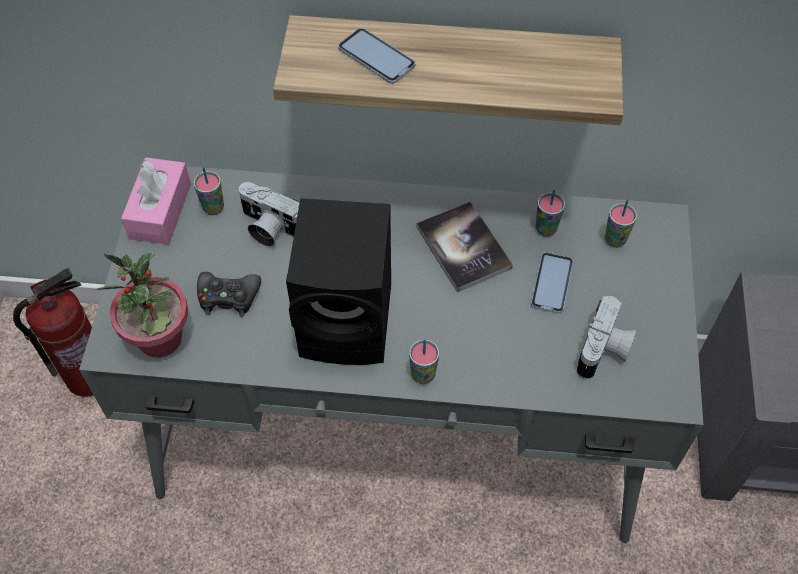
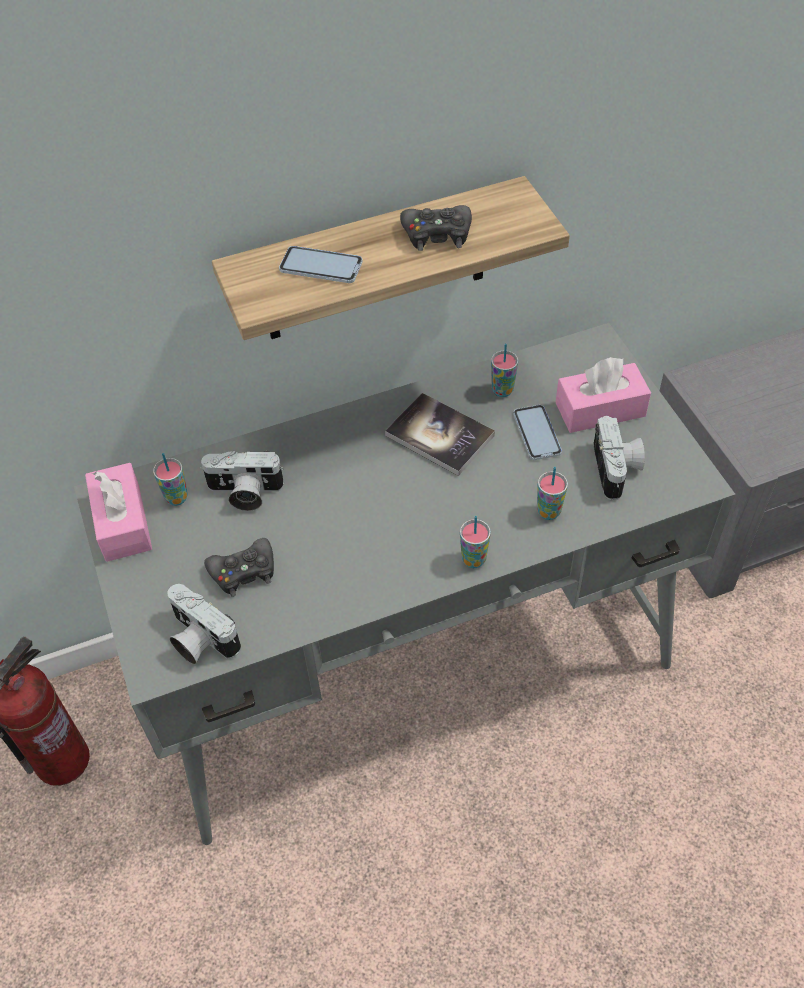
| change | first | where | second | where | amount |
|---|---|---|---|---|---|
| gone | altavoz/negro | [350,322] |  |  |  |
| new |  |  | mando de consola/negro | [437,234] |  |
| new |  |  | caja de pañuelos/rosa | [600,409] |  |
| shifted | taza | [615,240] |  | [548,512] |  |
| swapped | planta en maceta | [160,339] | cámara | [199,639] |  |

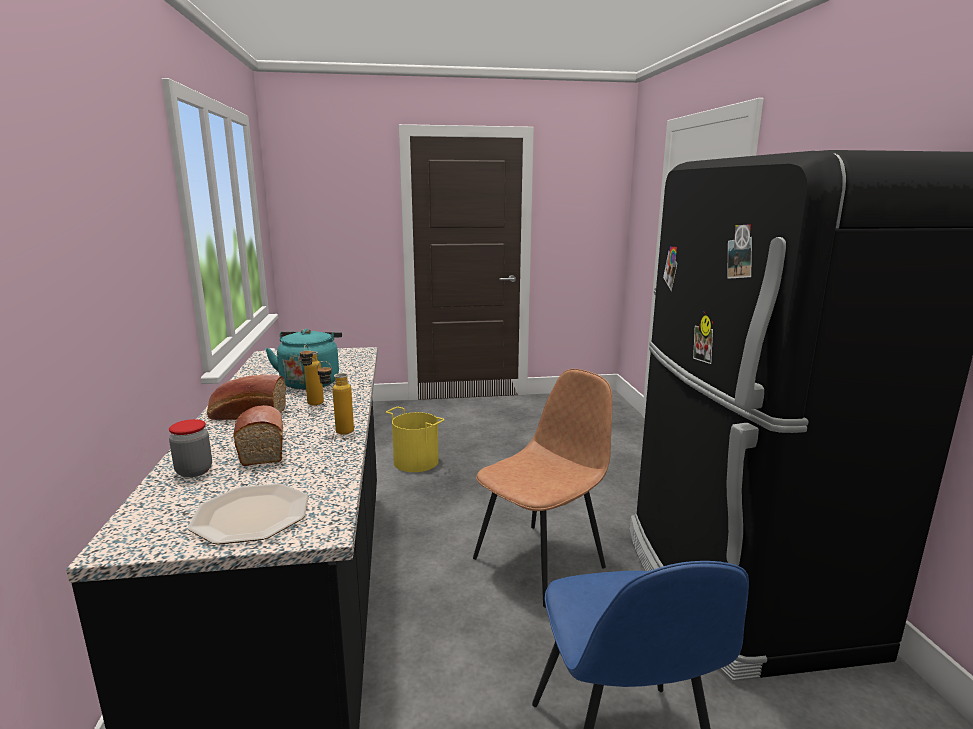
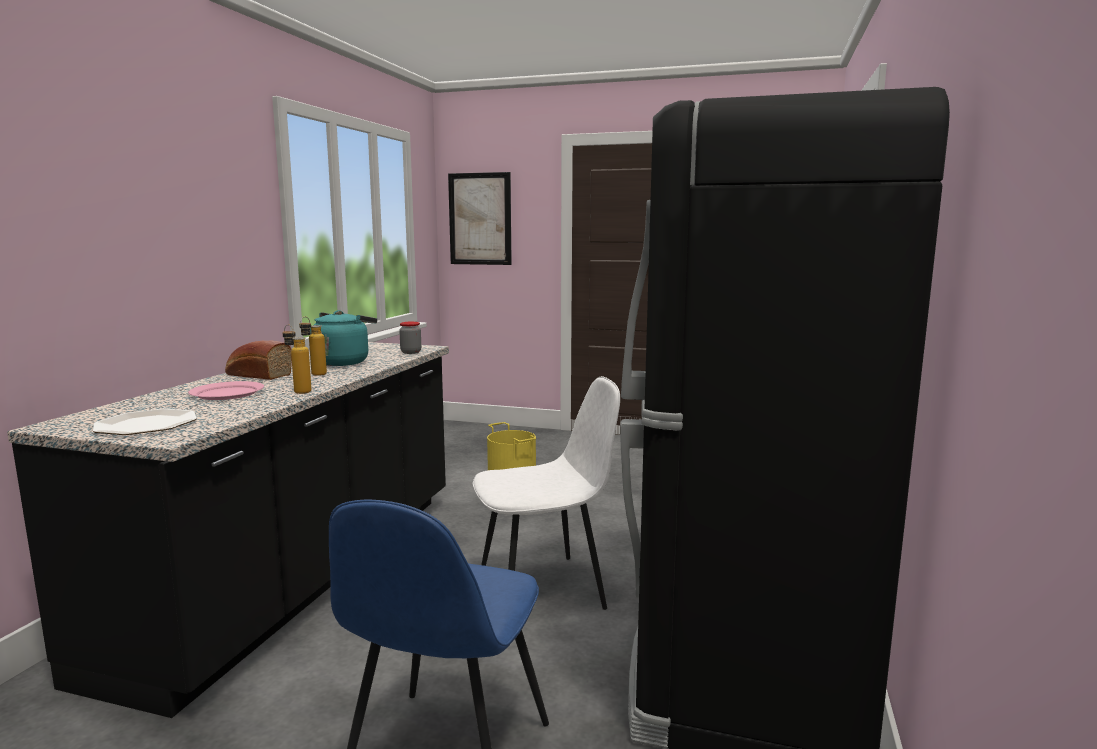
| change | first | where | second | where | amount |
|---|---|---|---|---|---|
| new |  |  | cuadro | [480,219] |  |
| shifted | tarro | [194,471] |  | [411,352] |  |
| swapped | pan | [263,447] | plato/rosa | [228,393] |  |
| repainted | silla/marrón | [541,561] | silla/blanco | [544,588] |  |

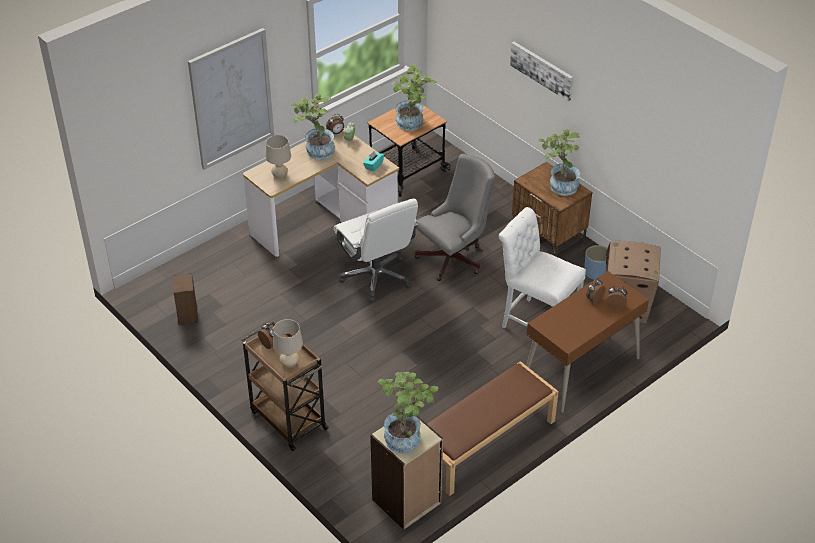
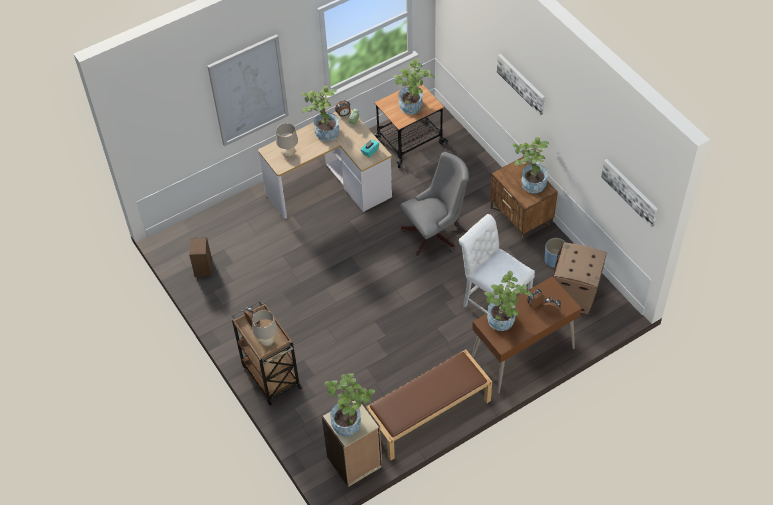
| change | first | where | second | where | amount |
|---|---|---|---|---|---|
| gone | silla de oficina/blanco | [376,277] |  |  |  |
| new |  |  | planta en maceta | [503,323] |  |
| new |  |  | cuadro | [630,191] |  |

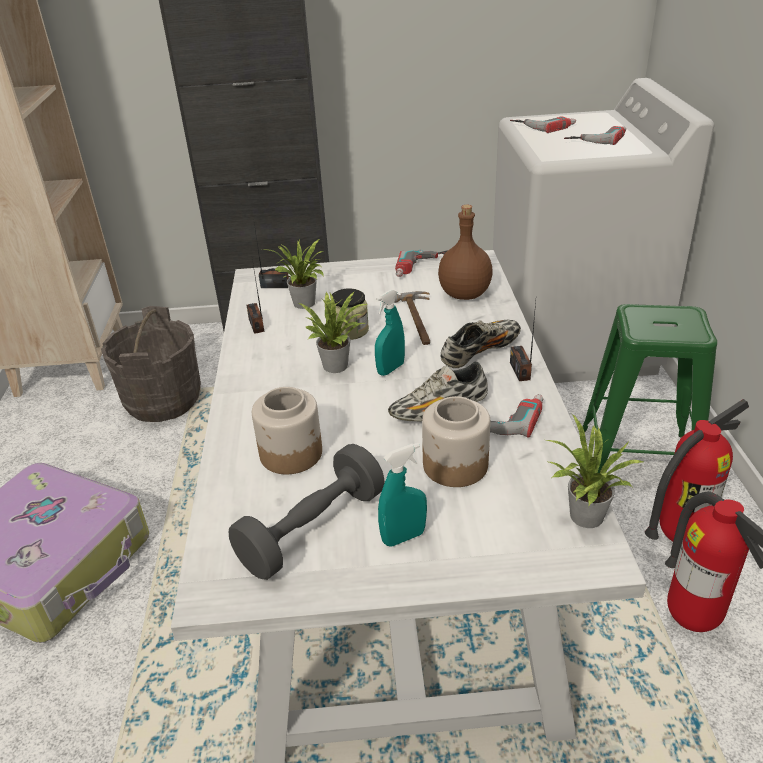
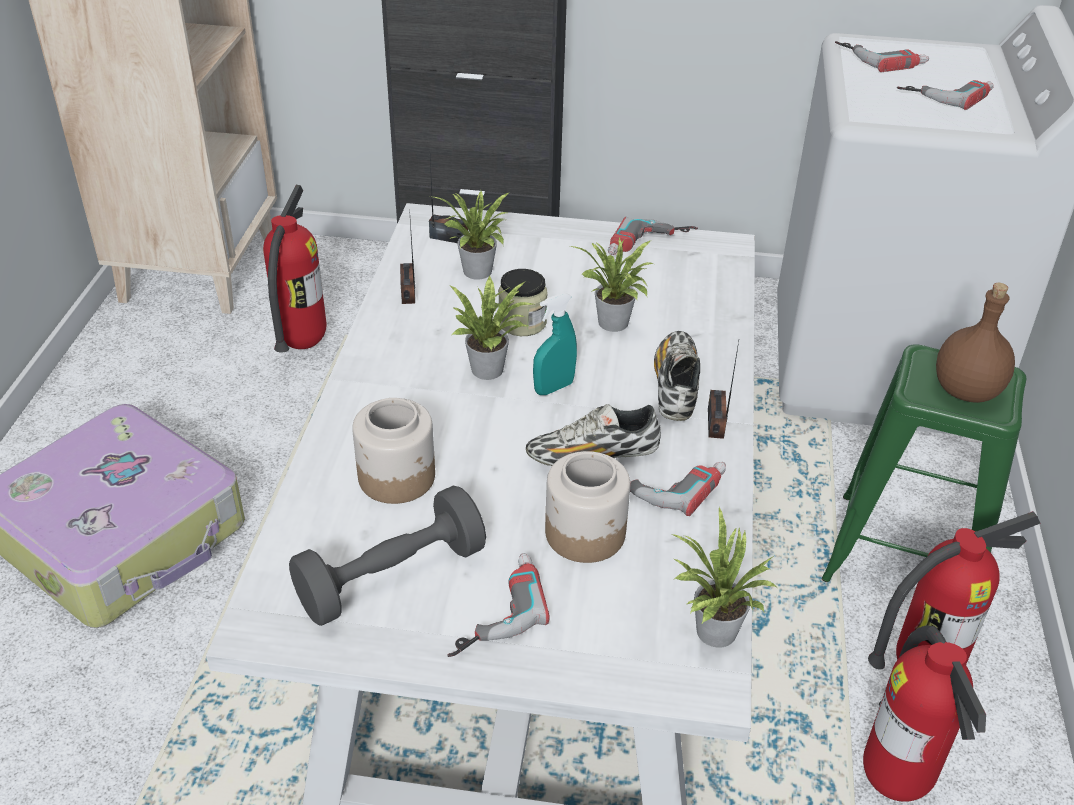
| change | first | where | second | where | amount |
|---|---|---|---|---|---|
| shifted | botella/marrón | [465,294] |  | [967,390] |  |
| swapped | cubo/gris | [163,400] | extintor | [302,343] |  |
| swapped | pulverizador/turquesa | [403,537] | taladro | [491,609] |  |
| swapped | martillo | [418,321] | planta en maceta | [613,325] |  |
| rotated | zapato | [480,352] |  | [675,386] | 60 degrees counterclockwise |

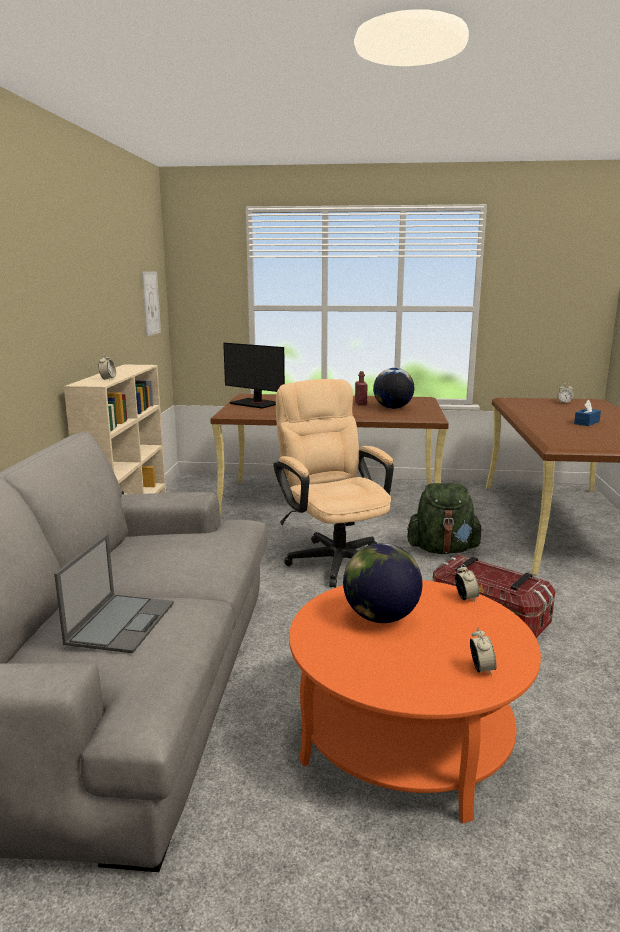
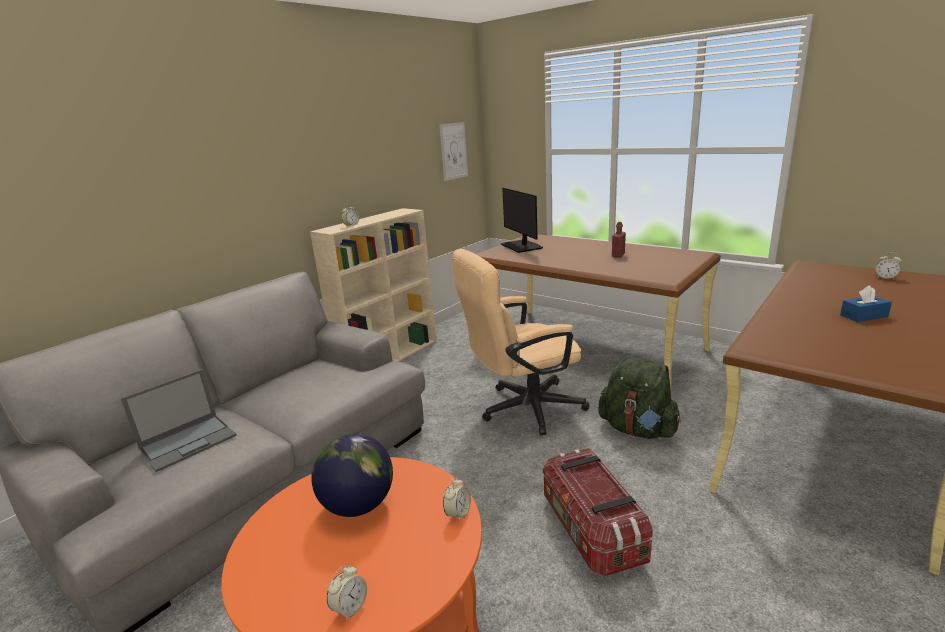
| change | first | where | second | where | amount |
|---|---|---|---|---|---|
| gone | globo terráqueo | [392,408] |  |  |  |
| rotated | silla de oficina/beis | [333,557] |  | [523,409] | 120 degrees counterclockwise |

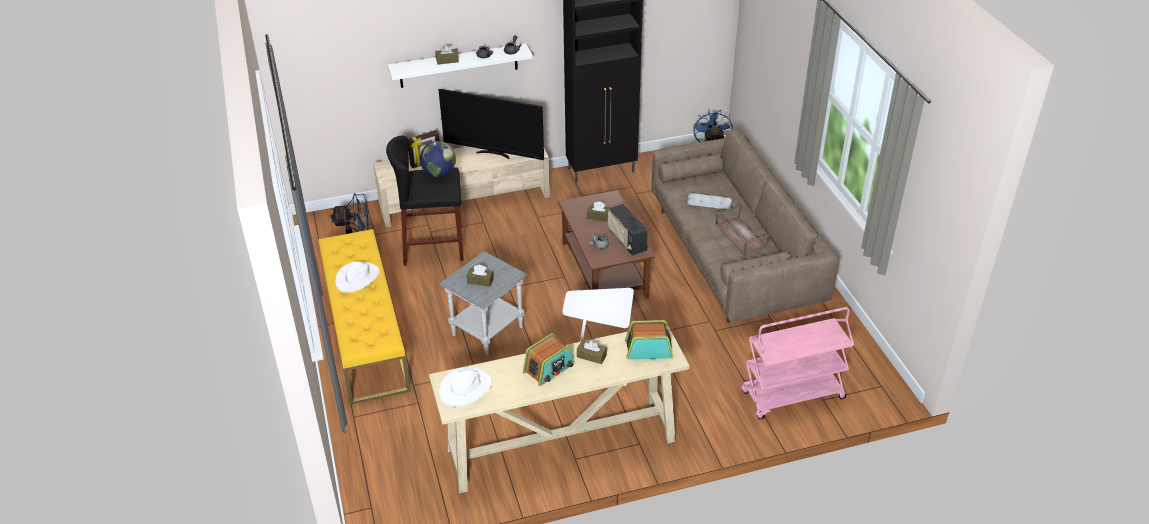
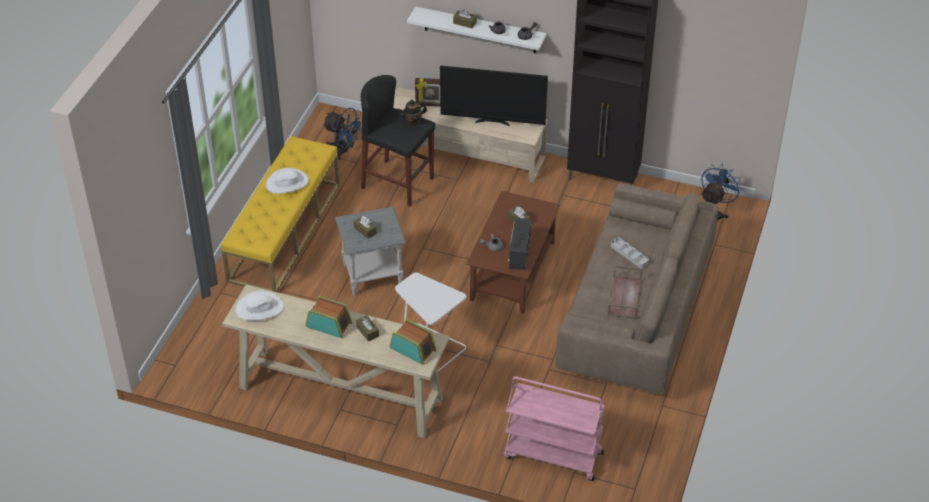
| change | first | where | second | where | amount |
|---|---|---|---|---|---|
| swapped | globo terráqueo | [439,173] | tetera | [412,121] |  |
| rotated | televisor | [494,154] |  | [493,122] | 45 degrees counterclockwise |
| rotated | radio | [549,368] |  | [329,324] | 150 degrees counterclockwise |

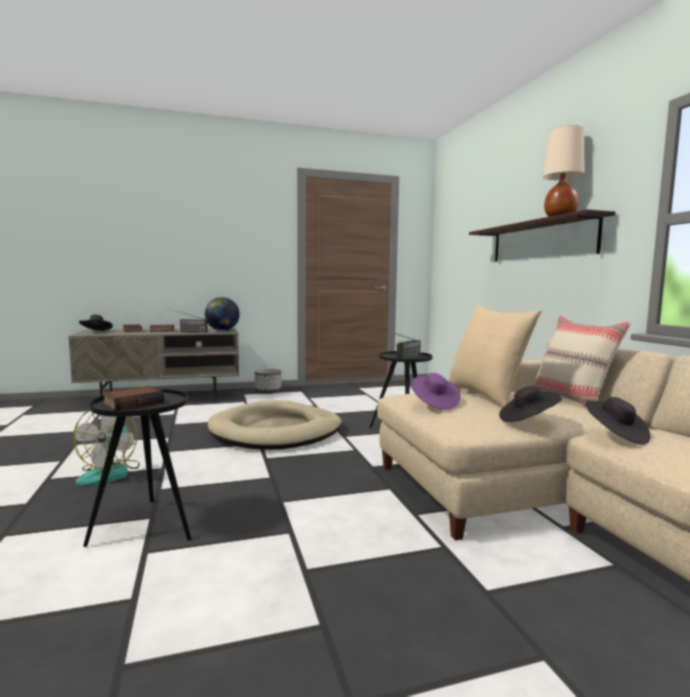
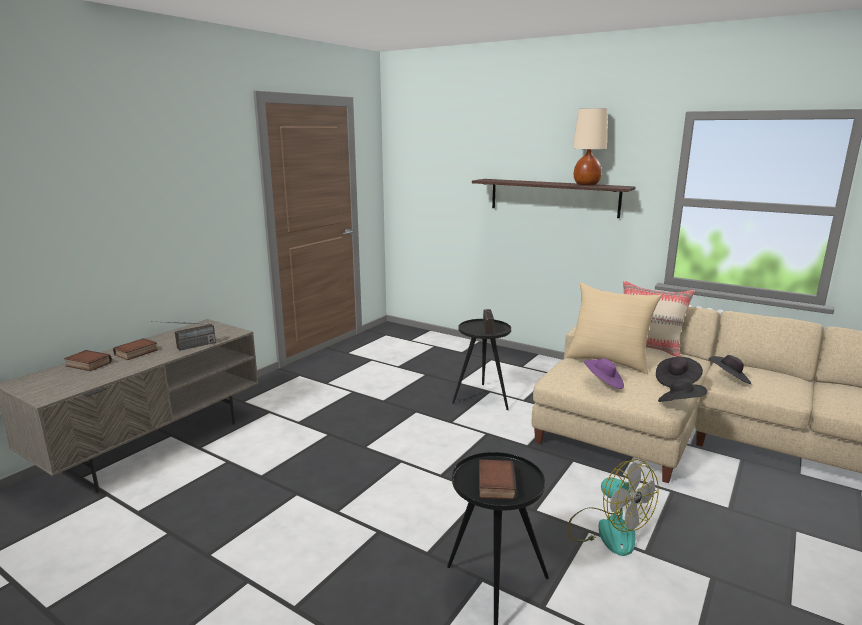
| change | first | where | second | where | amount |
|---|---|---|---|---|---|
| gone | globo terráqueo | [222,330] |  |  |  |
| gone | cama para perro/beis | [276,431] |  |  |  |
| gone | maceta | [268,391] |  |  |  |
| shifted | ventilador | [110,473] |  | [607,530] |  |
| shifted | sombrero/negro | [96,332] |  | [679,404] |  |

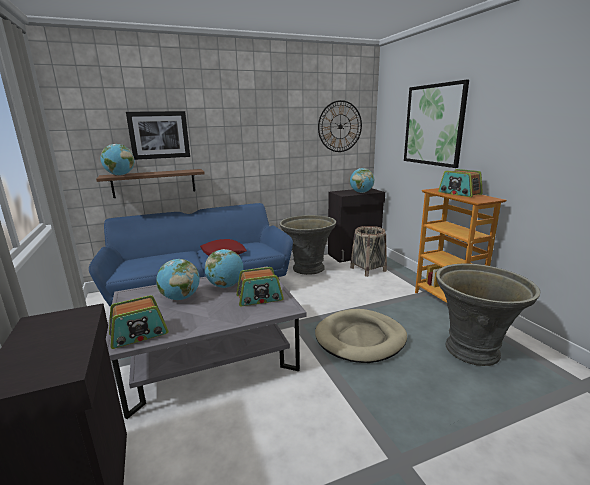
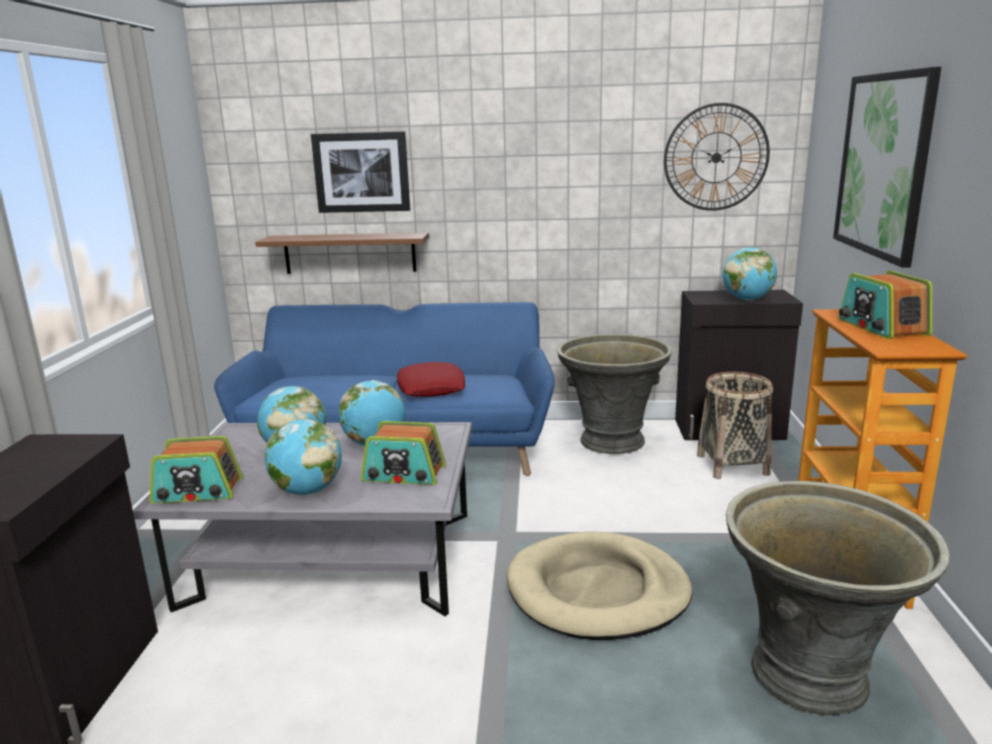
| change | first | where | second | where | amount |
|---|---|---|---|---|---|
| shifted | globo terráqueo | [120,175] |  | [307,491] |  |

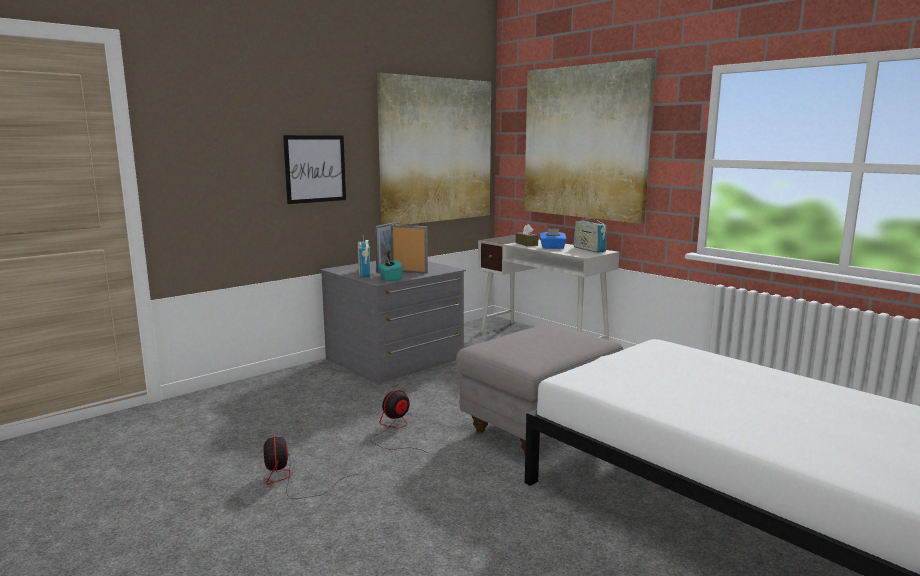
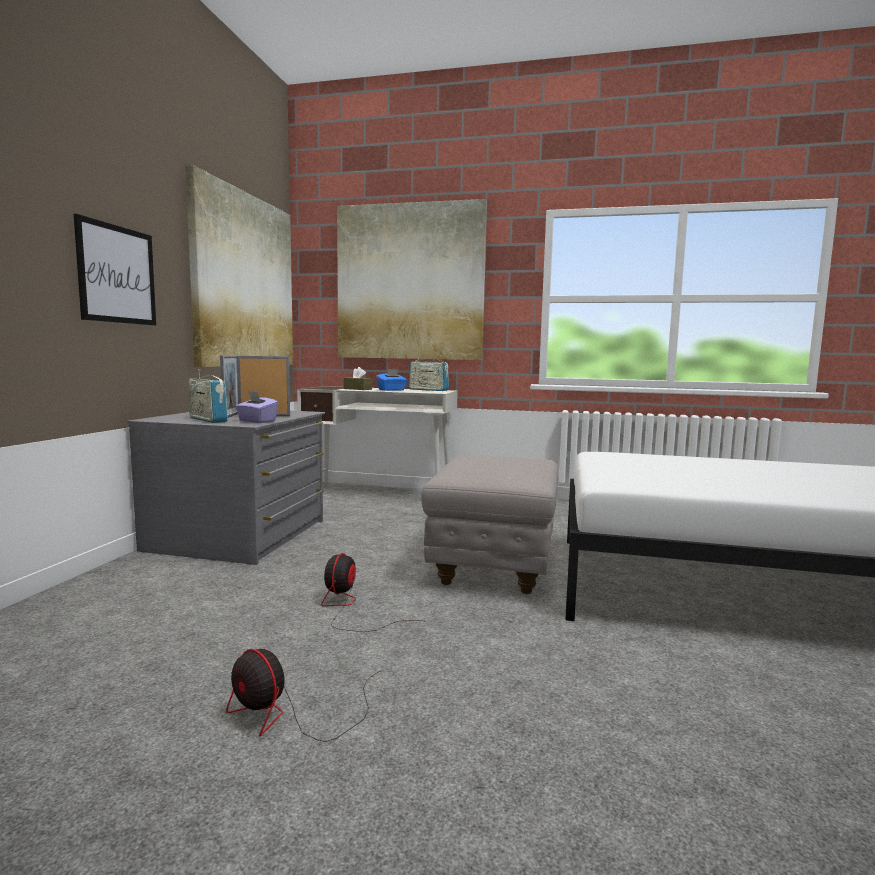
| change | first | where | second | where | amount |
|---|---|---|---|---|---|
| repainted | caja de pañuelos/turquesa | [390,278] | caja de pañuelos/morado | [256,421] |  |

